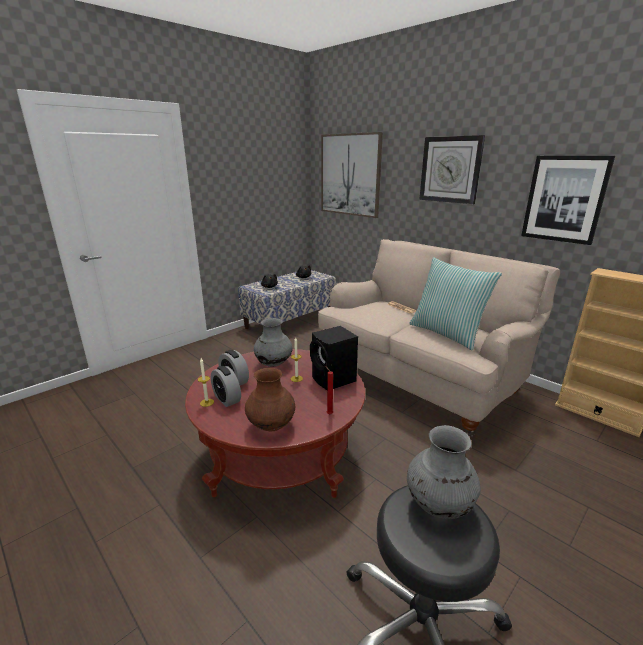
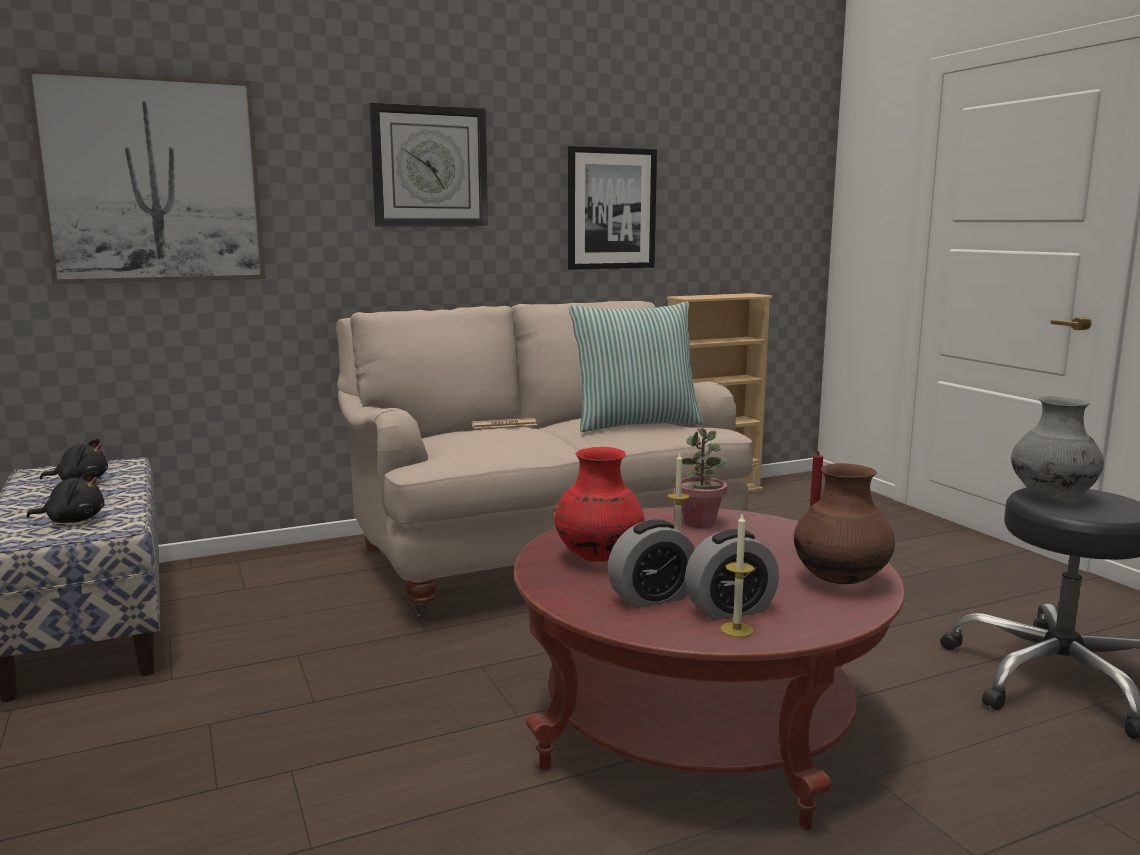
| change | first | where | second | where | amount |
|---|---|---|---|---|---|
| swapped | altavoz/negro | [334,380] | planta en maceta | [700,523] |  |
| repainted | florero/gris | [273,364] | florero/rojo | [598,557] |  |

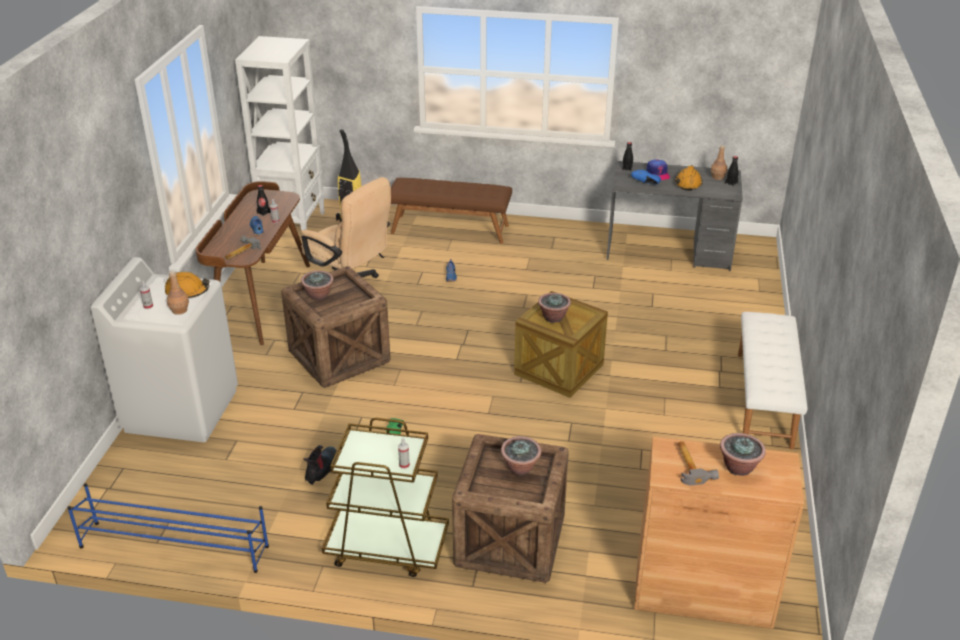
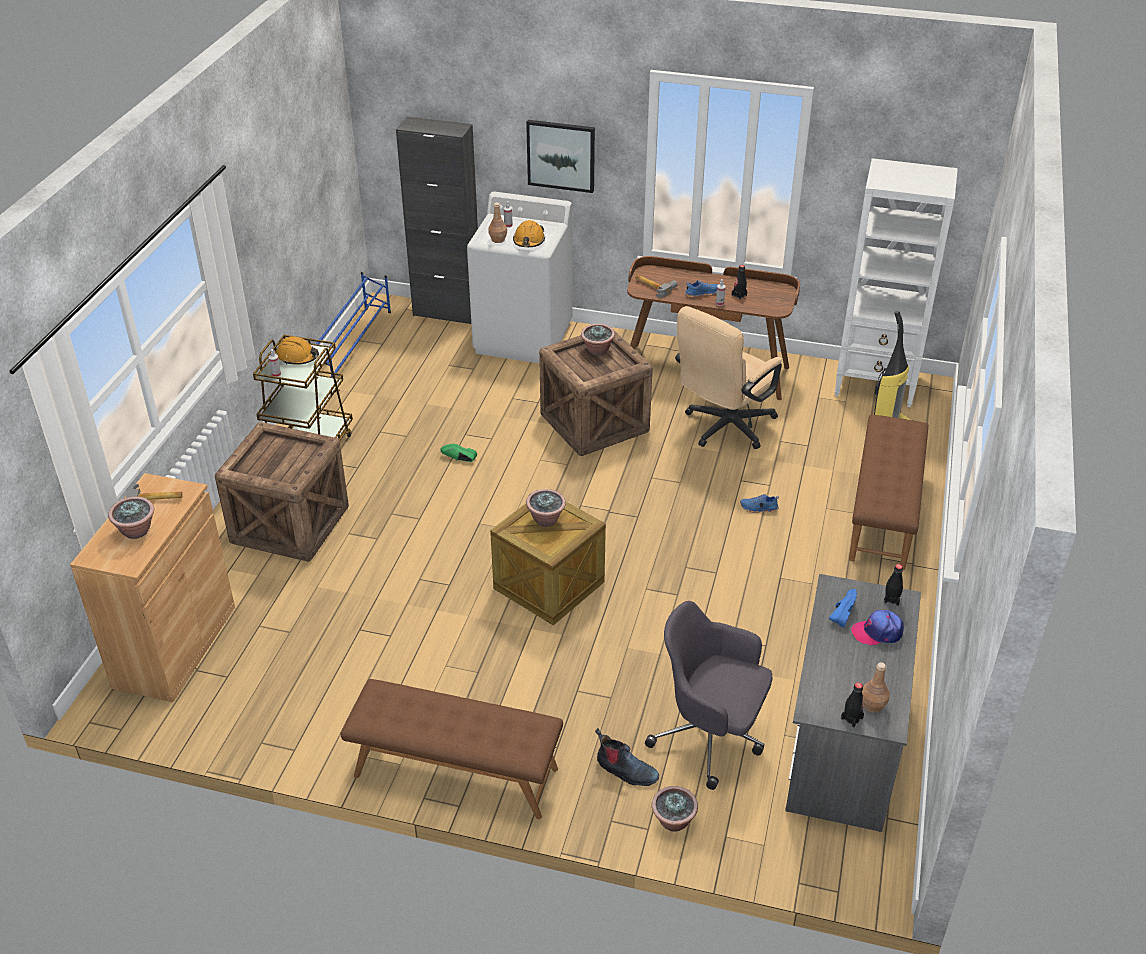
| change | first | where | second | where | amount |
|---|---|---|---|---|---|
| new |  |  | armario/negro | [447,313] |  |
| new |  |  | cuadro | [561,155] |  |
| new |  |  | silla de oficina/gris | [710,736] |  |
| shifted | bota | [322,469] |  | [625,771] |  |
| shifted | planta en maceta | [520,468] |  | [673,822] |  |
| shifted | casco/naranja | [688,183] |  | [298,357] |  |
| repainted | banco/blanco | [765,399] | banco/marrón | [455,773] |  |

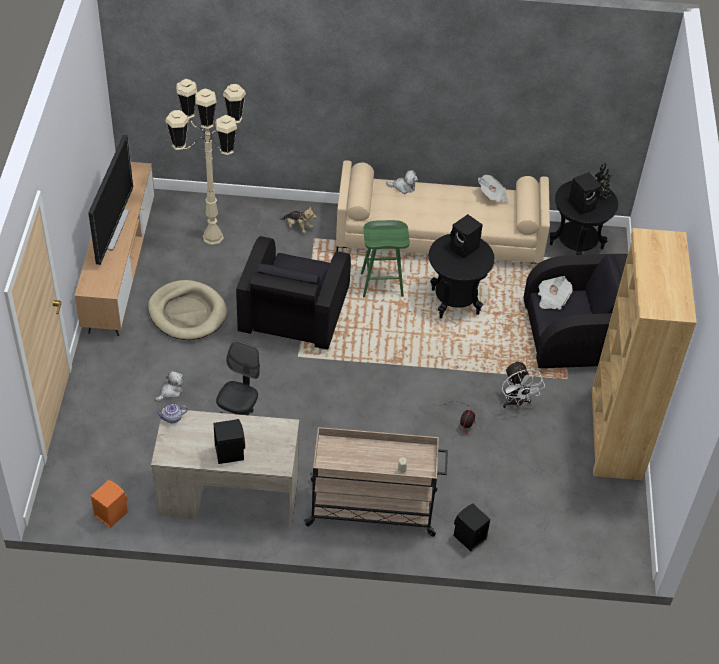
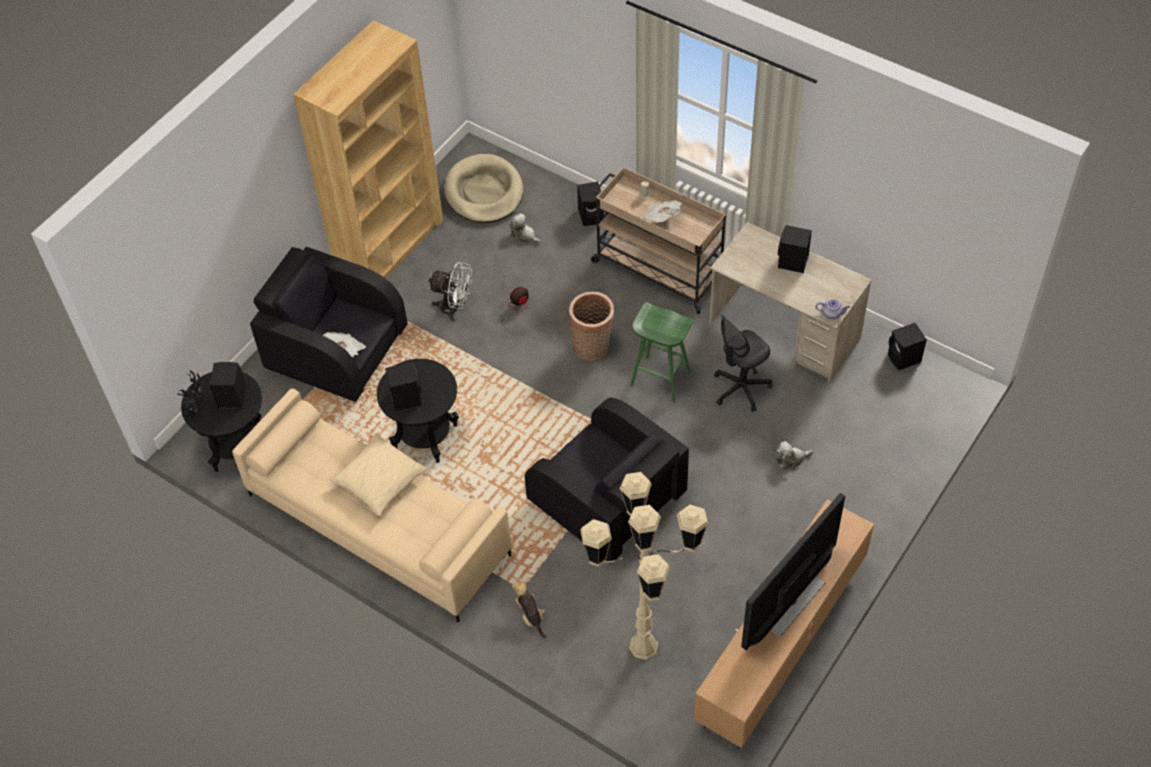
| change | first | where | second | where | amount |
|---|---|---|---|---|---|
| new |  |  | cojín/beis | [379,480] |  |
| new |  |  | cesta | [593,347] |  |
| shifted | cama para perro/beis | [187,313] |  | [484,192] |  |
| shifted | taburete/verde | [382,284] |  | [659,379] |  |
| shifted | peluche | [403,187] |  | [524,235] |  |
| shifted | periódico | [493,196] |  | [661,218] |  |
| repainted | altavoz/naranja | [110,513] | altavoz/negro | [904,359] |  |
| rotated | sillón/negro | [294,312] |  | [607,499] | 90 degrees clockwise |
| rotated | ventilador/blanco | [516,402] |  | [454,308] | 90 degrees clockwise |

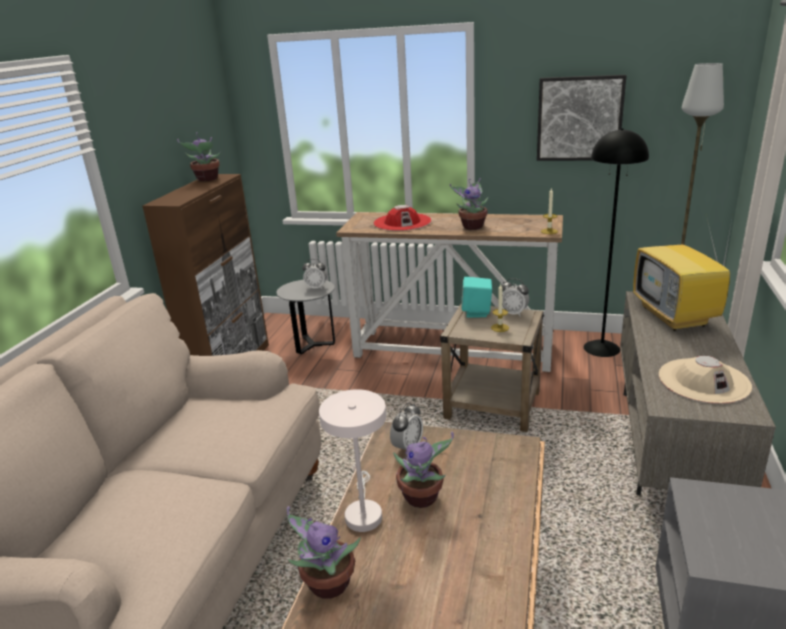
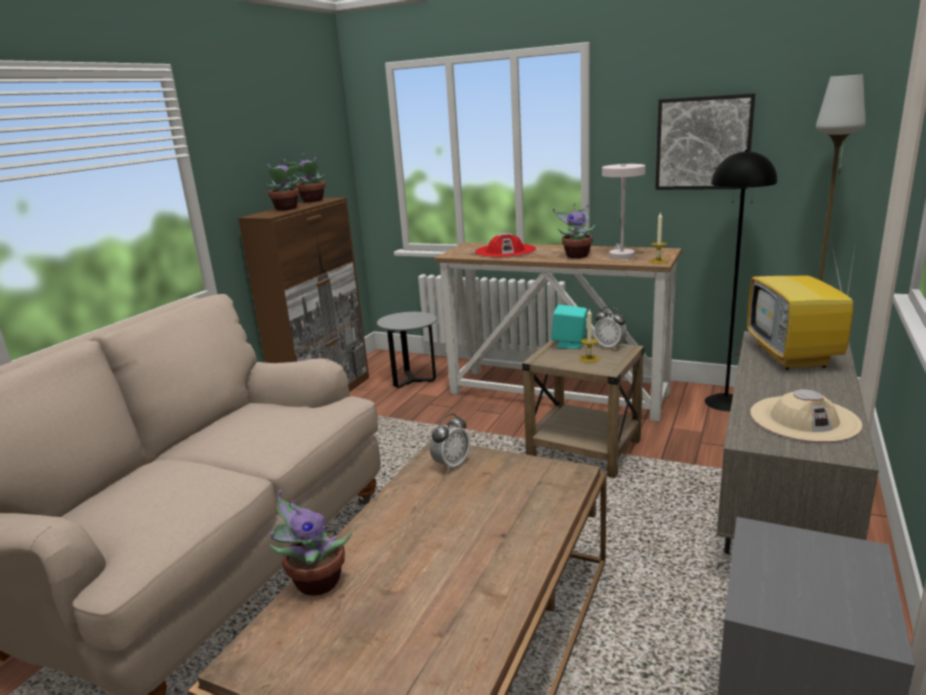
| change | first | where | second | where | amount |
|---|---|---|---|---|---|
| gone | despertador | [316,287] |  |  |  |
| shifted | lámpara de mesa/blanco | [363,513] |  | [621,255] |  |
| shifted | planta en maceta | [422,498] |  | [286,209] |  |

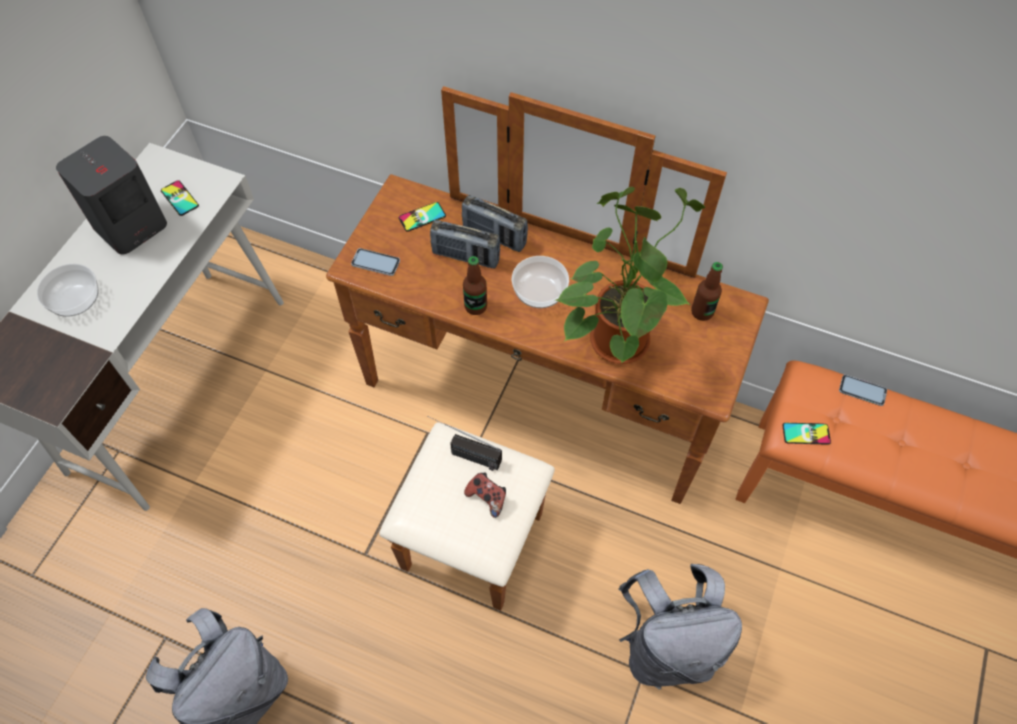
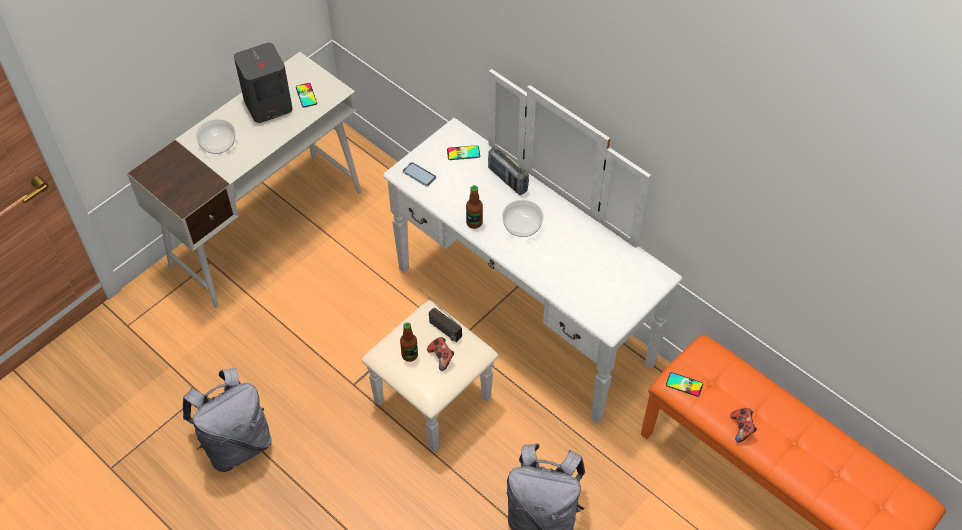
| change | first | where | second | where | amount |
|---|---|---|---|---|---|
| gone | radio | [466,257] |  |  |  |
| gone | planta en maceta | [617,335] |  |  |  |
| gone | móvil | [862,390] |  |  |  |
| new |  |  | mando de consola | [742,428] |  |
| shifted | botella | [702,312] |  | [409,355] |  |
| repainted | cómoda/marrón | [525,428] | cómoda/blanco | [504,335] |  |

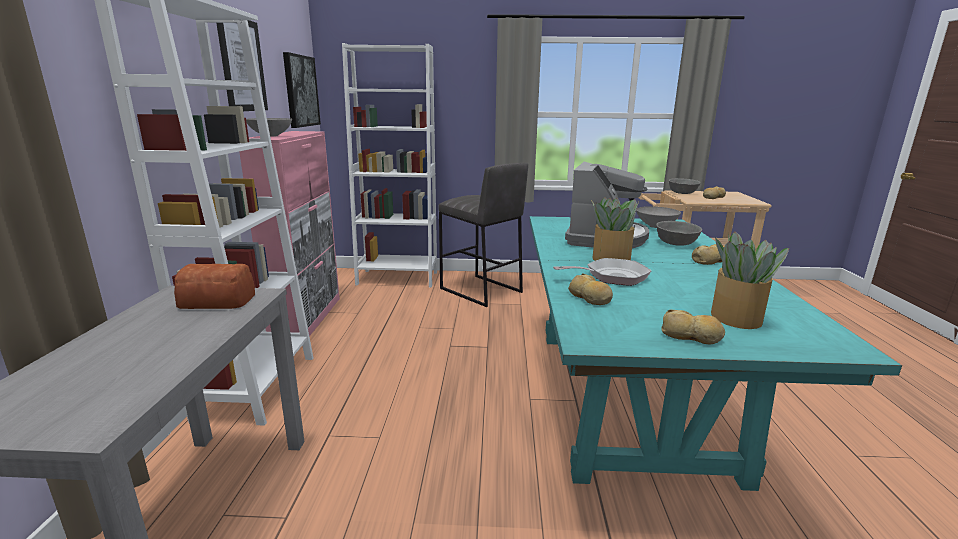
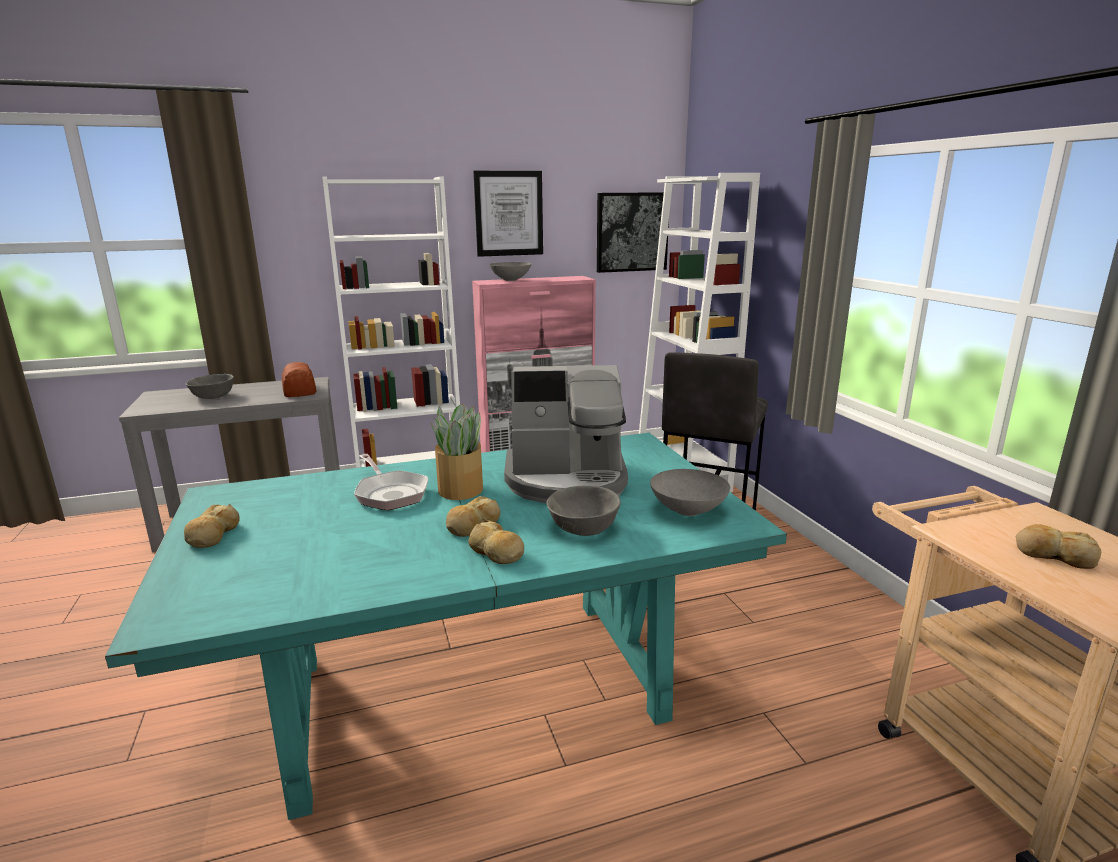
| change | first | where | second | where | amount |
|---|---|---|---|---|---|
| gone | planta en maceta | [736,318] |  |  |  |
| shifted | pan | [589,297] |  | [472,525] |  |
| shifted | cuenco/gris | [682,193] |  | [213,396] |  |

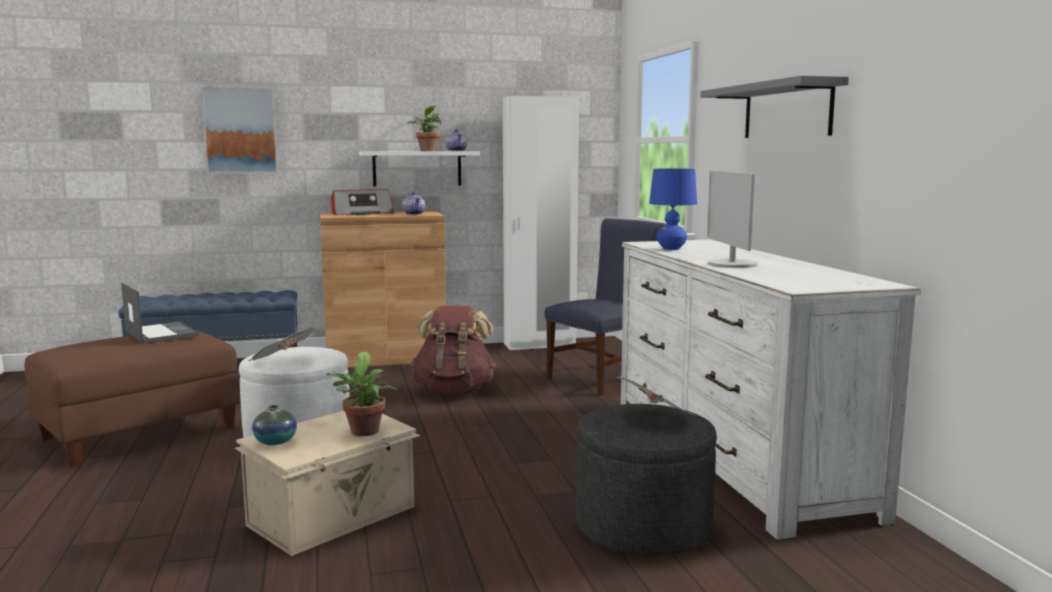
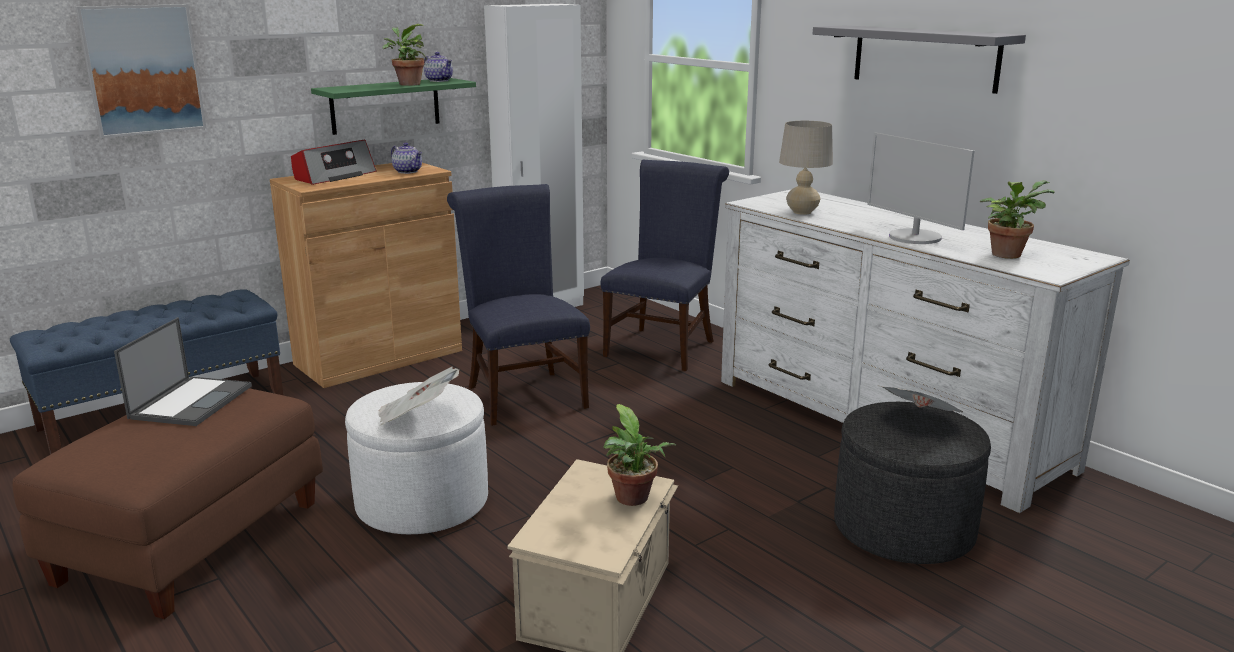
| change | first | where | second | where | amount |
|---|---|---|---|---|---|
| gone | florero | [275,442] |  |  |  |
| new |  |  | planta en maceta | [1007,254] |  |
| swapped | mochila/marrón | [454,391] | silla/azul | [523,394] |  |
| repainted | estante/blanco | [417,168] | estante/verde | [385,105] |  |
| repainted | lámpara de mesa/azul | [671,248] | lámpara de mesa/beis | [802,212] |  |
| rotated | portátil | [160,333] |  | [192,401] | 75 degrees clockwise |

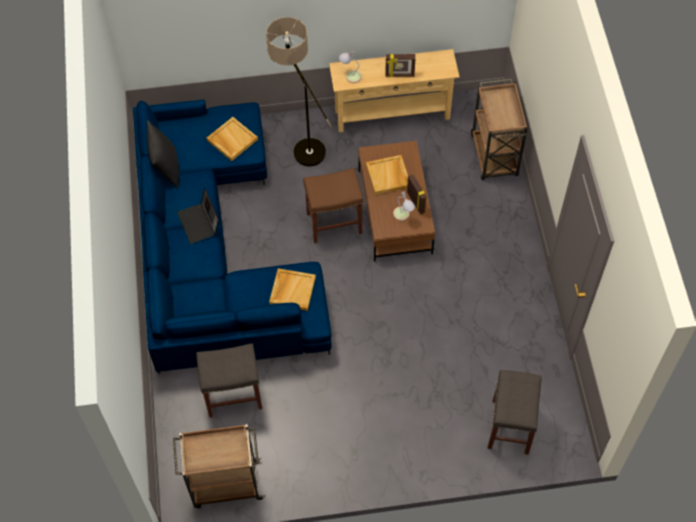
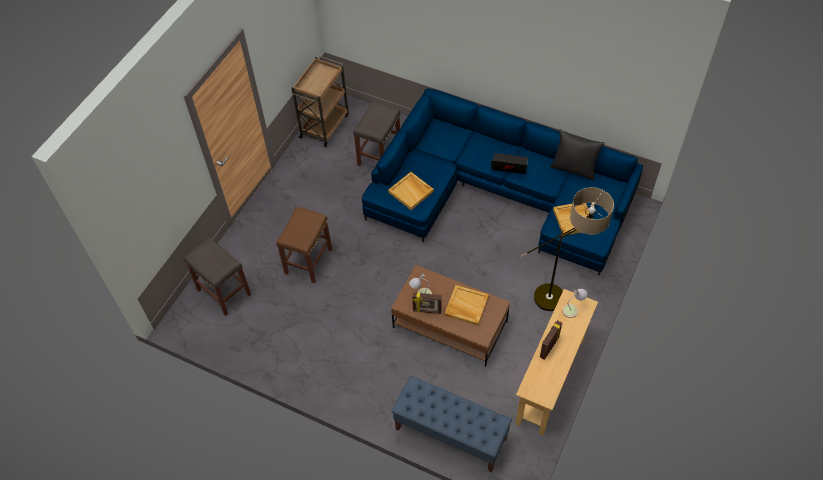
| change | first | where | second | where | amount |
|---|---|---|---|---|---|
| shifted | taburete/marrón | [333,223] |  | [308,260] |  |
| swapped | carrito/marrón | [494,157] | banco/azul | [450,434] |  |

